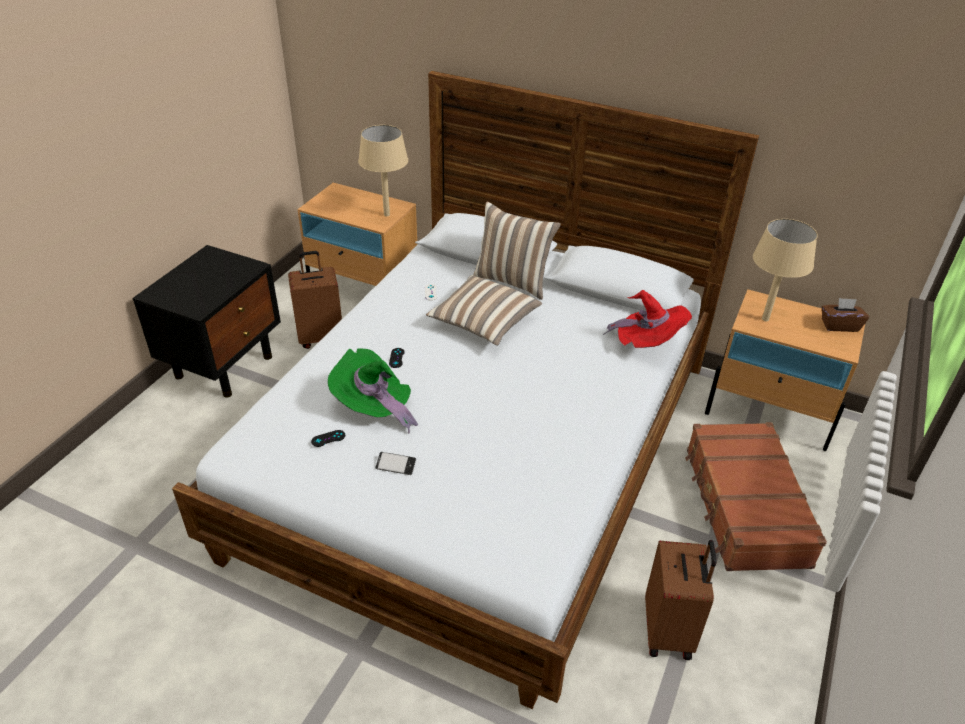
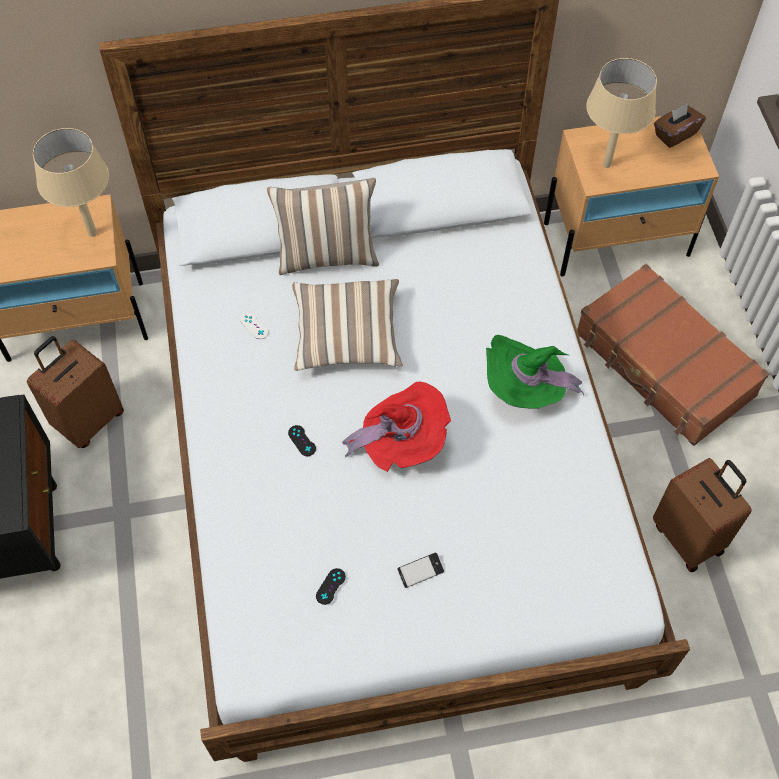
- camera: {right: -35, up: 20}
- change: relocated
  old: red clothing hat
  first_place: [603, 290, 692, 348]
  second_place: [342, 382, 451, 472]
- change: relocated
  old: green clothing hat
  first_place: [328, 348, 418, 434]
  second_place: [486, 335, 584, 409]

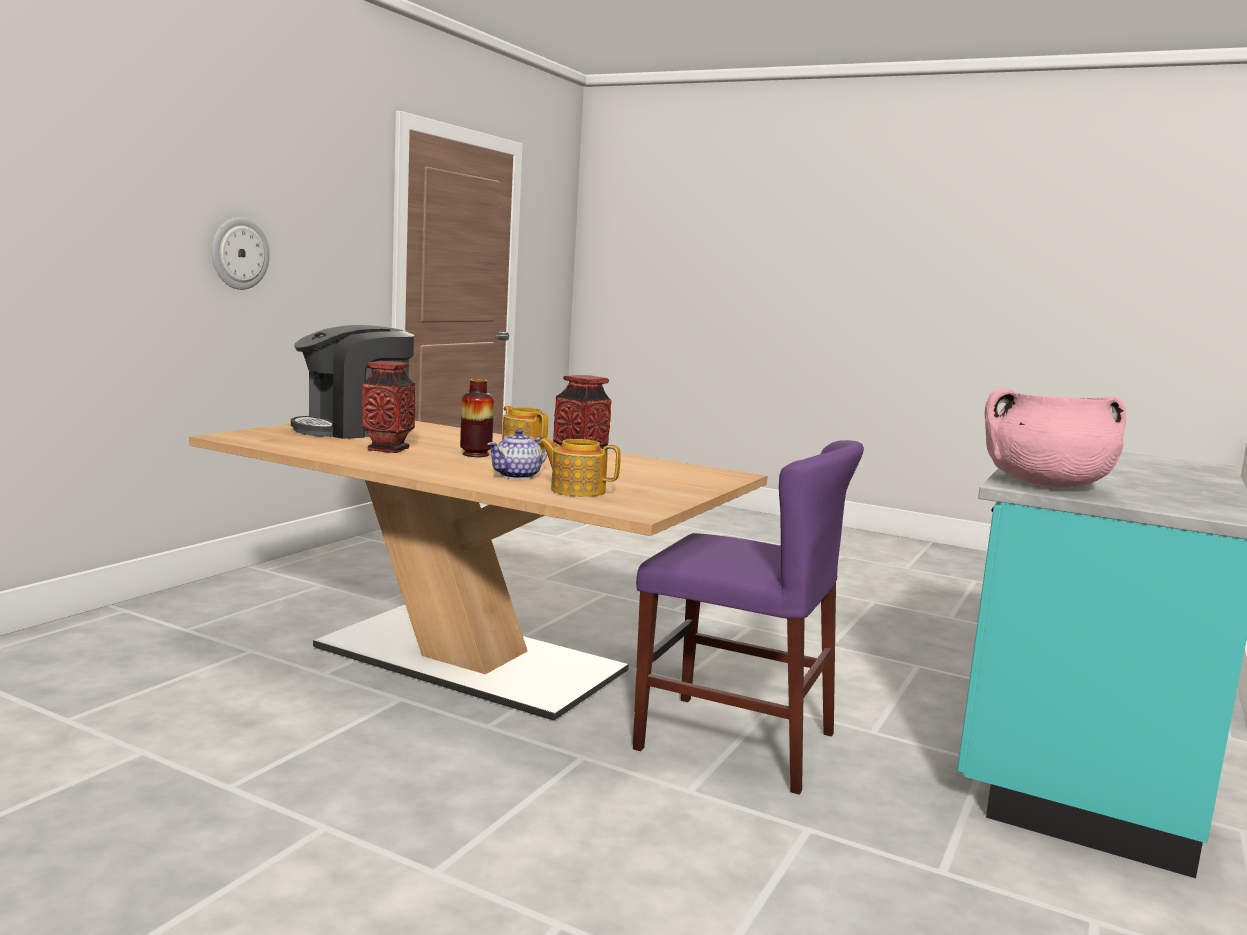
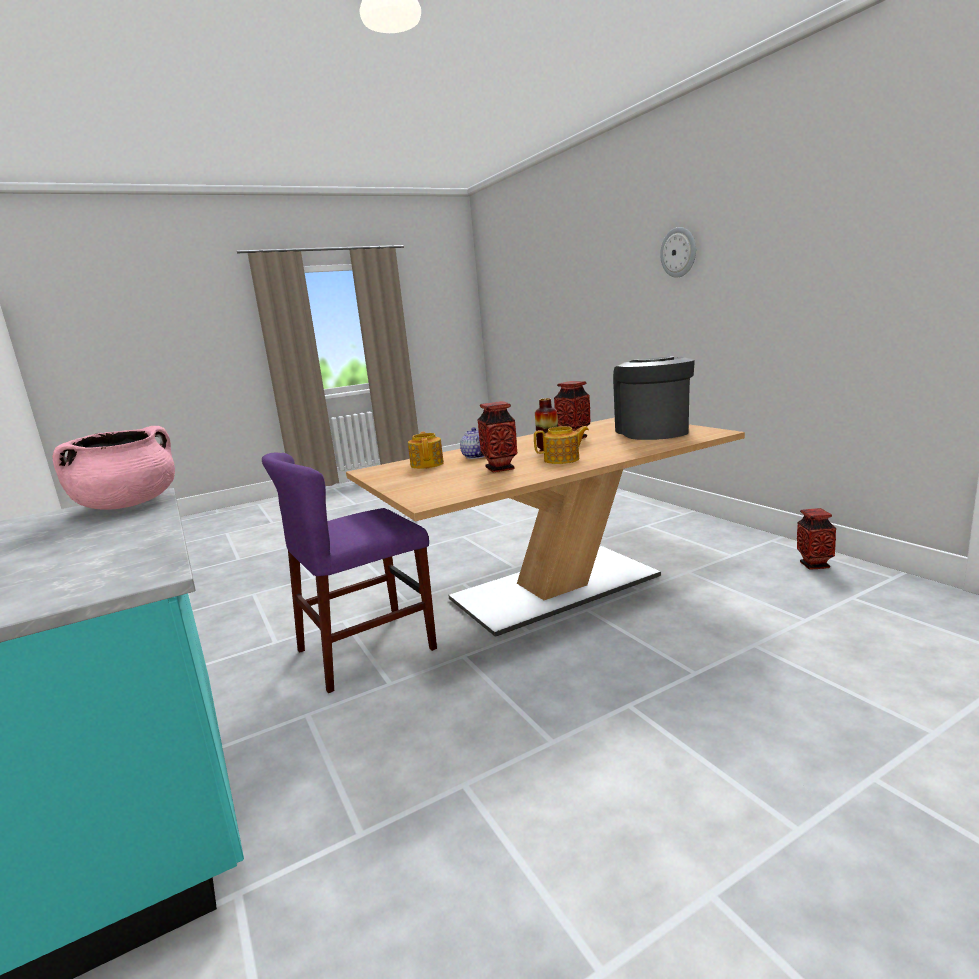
- camera: {right: 125, up: 5}
- change: spun
  old: tea pot
  first_place: [538, 438, 621, 497]
  second_place: [408, 431, 444, 469]
  degrees: -60
- change: relocated
  old: clock on the wall
  first_place: [212, 217, 270, 290]
  second_place: [660, 227, 696, 278]
- change: appeared
  new: vase
  second_place: [797, 508, 836, 570]

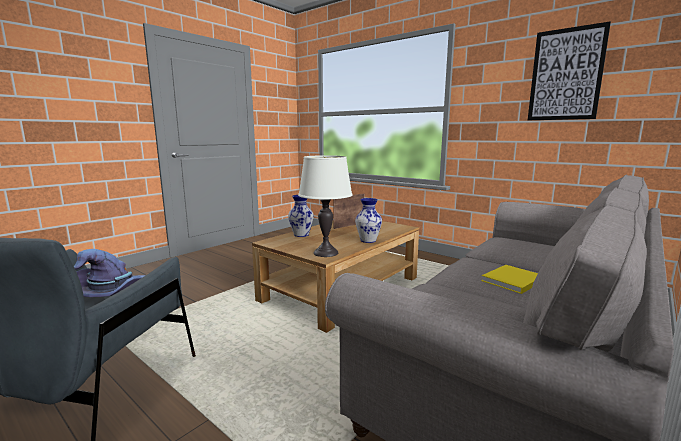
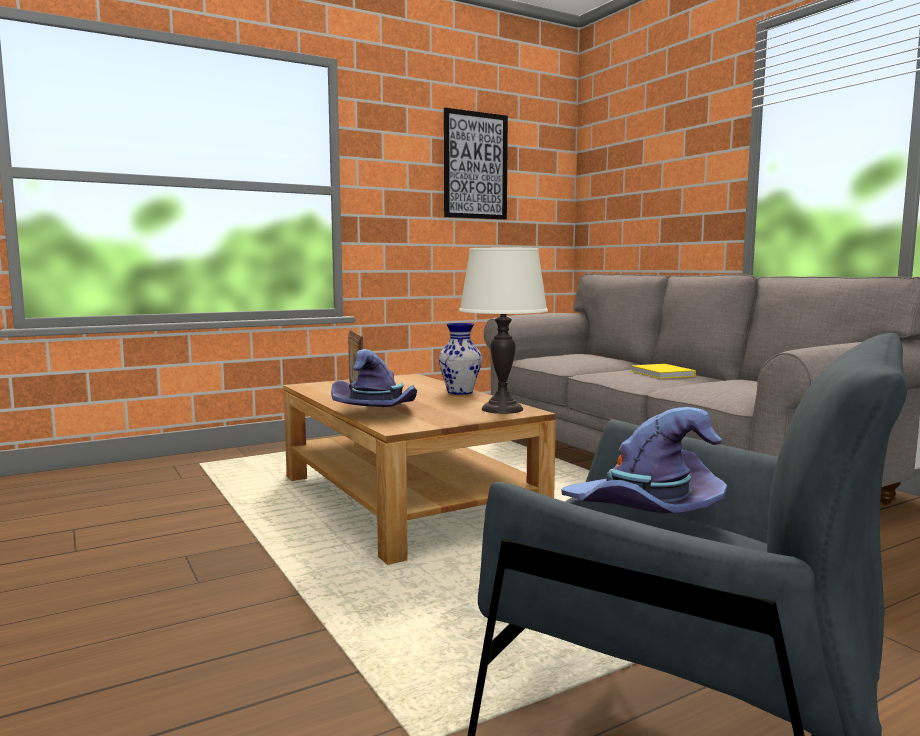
- camera: {right: -70, up: -5}
- change: exchanged
  old: vase
  new: purplish clothing hat
  first_place: [288, 195, 314, 237]
  second_place: [331, 349, 417, 407]

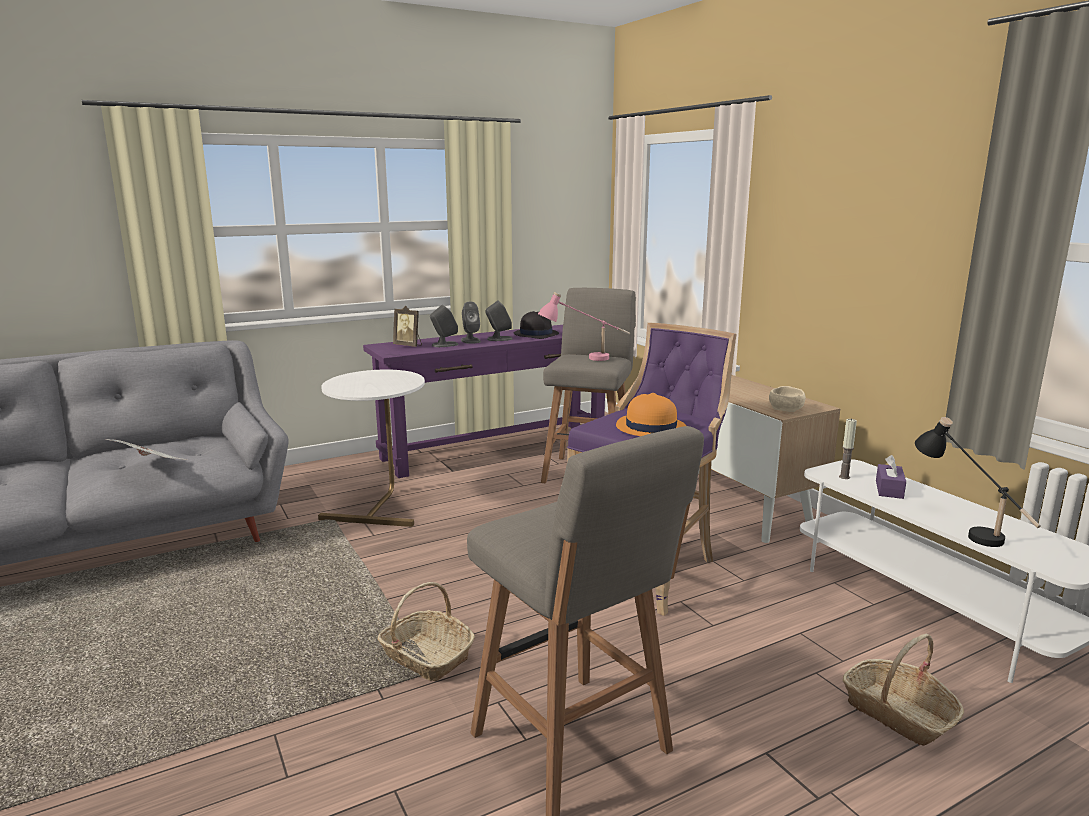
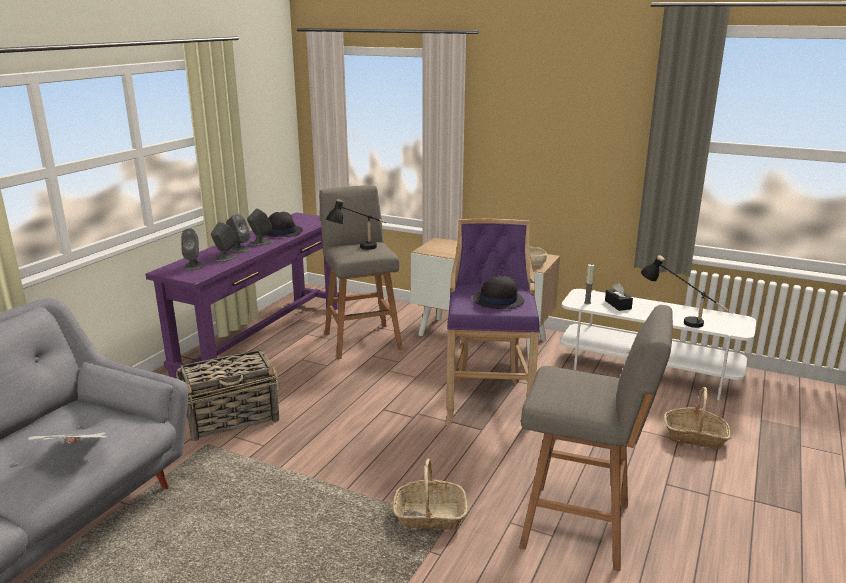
- camera: {right: -35, up: 5}
- change: exchanged
  old: white-coloured side table
  new: basket
  first_place: [318, 370, 425, 527]
  second_place: [176, 350, 280, 441]
- change: exchanged
  old: photo frame
  new: greyish loudspeaker
  first_place: [393, 306, 422, 347]
  second_place: [181, 228, 203, 271]
- change: colour
  old: pink-coloured table lamp
  new: black table lamp
  first_place: [538, 292, 630, 361]
  second_place: [326, 199, 387, 250]
- change: colour
  old: orange-coloured clothing hat
  new: black clothing hat
  first_place: [616, 393, 686, 436]
  second_place: [473, 275, 525, 309]
- change: colour
  old: purplish tissue box
  new: black tissue box
  first_place: [876, 455, 906, 499]
  second_place: [605, 283, 633, 311]

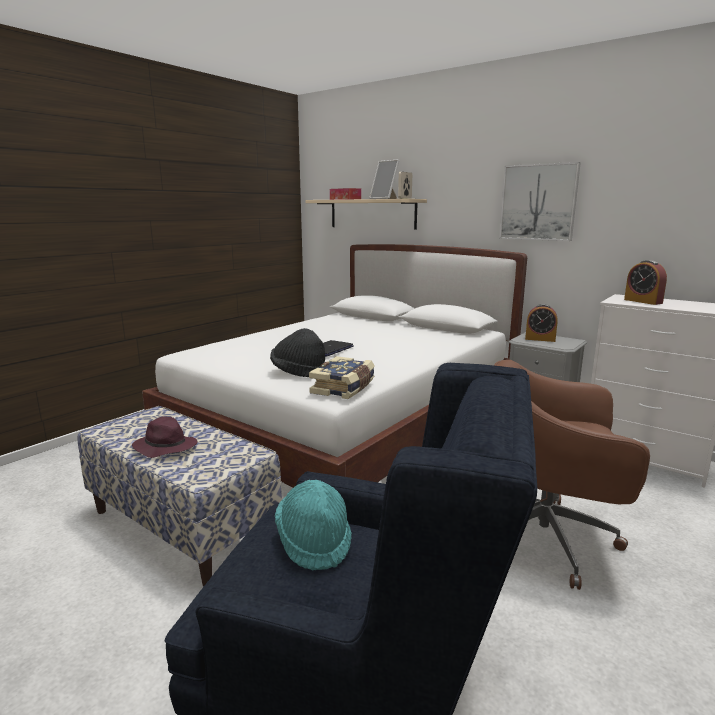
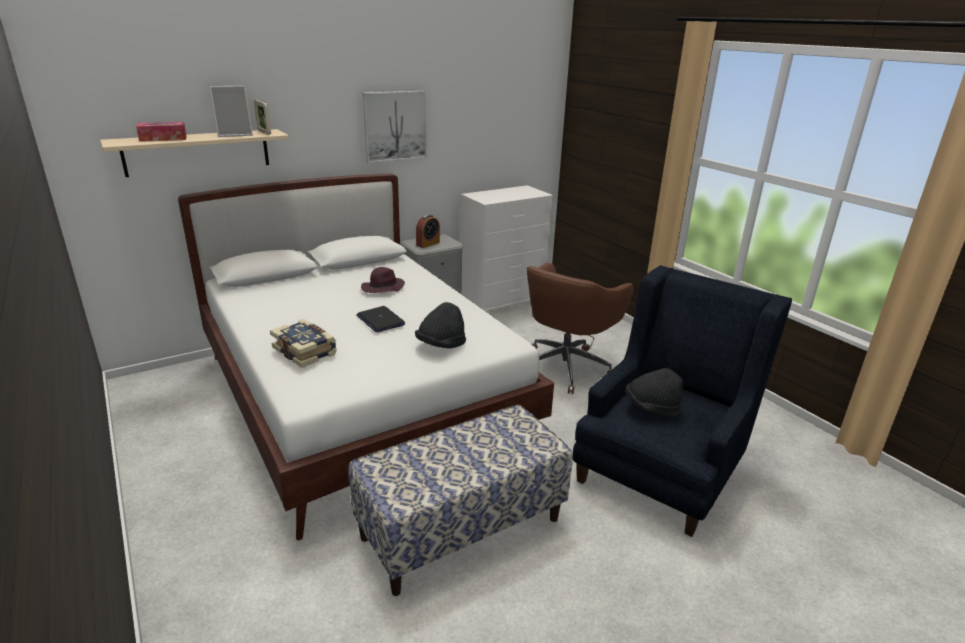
- camera: {right: -70, up: 10}
- change: relocated
  old: book
  first_place: [309, 356, 375, 399]
  second_place: [270, 319, 337, 368]
- change: relocated
  old: purplish clothing hat
  first_place: [132, 416, 197, 458]
  second_place: [361, 267, 405, 293]
- change: colour
  old: turquoise-coloured clothing hat
  new: black clothing hat
  first_place: [275, 480, 352, 570]
  second_place: [625, 368, 683, 417]
- change: missing
  old: bedside clock
  first_place: [624, 260, 667, 305]

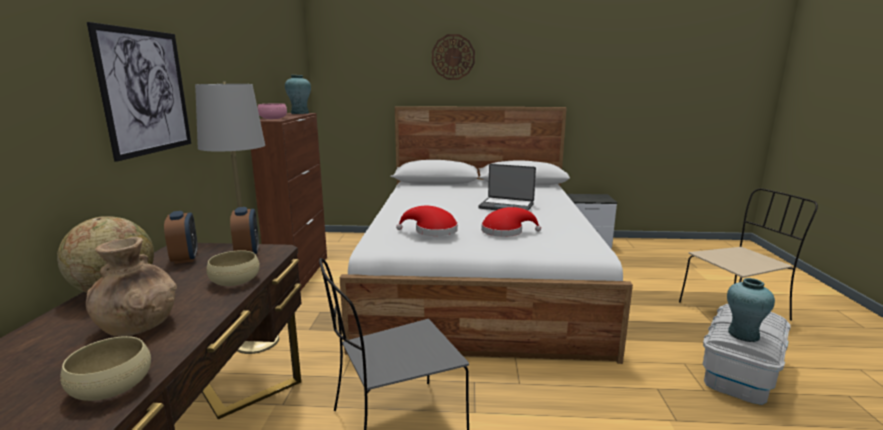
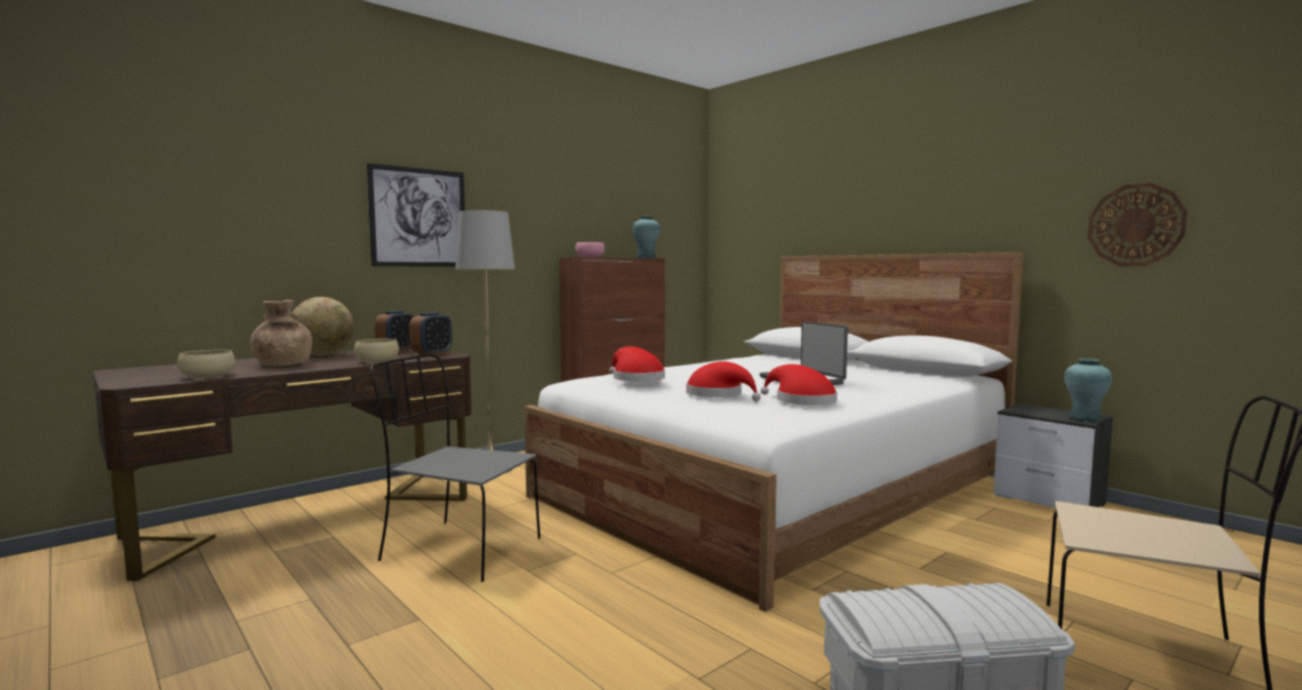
- camera: {right: 45, up: -10}
- change: appeared
  new: red clothing hat
  second_place: [760, 364, 837, 405]
- change: relocated
  old: turquoise-coloured vase
  first_place: [727, 278, 775, 342]
  second_place: [1064, 358, 1112, 422]
- change: relocated
  old: clock on the wall
  first_place: [432, 34, 475, 80]
  second_place: [1088, 183, 1187, 266]

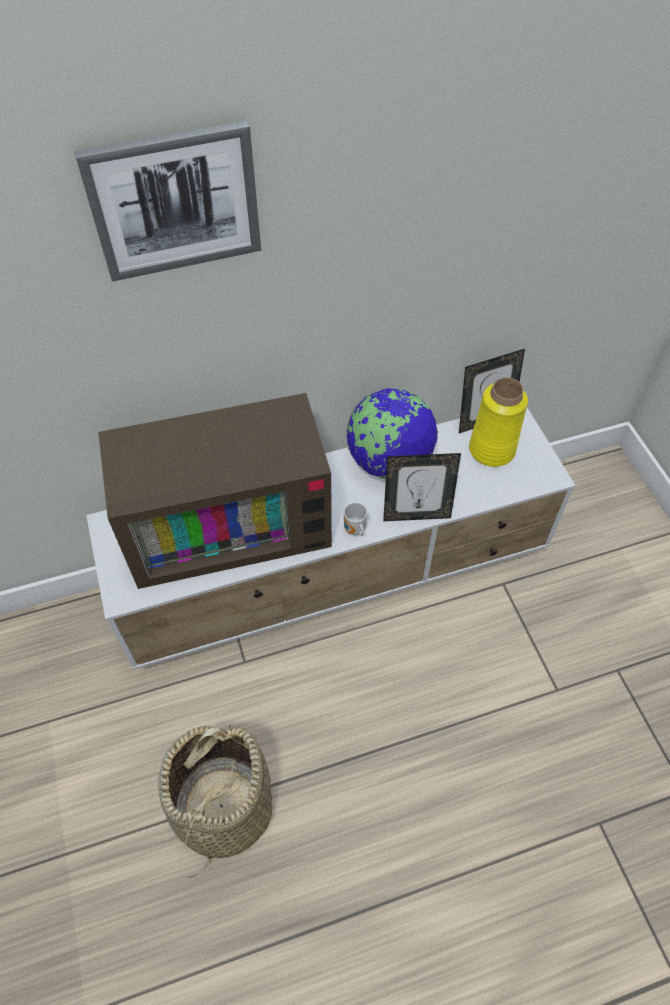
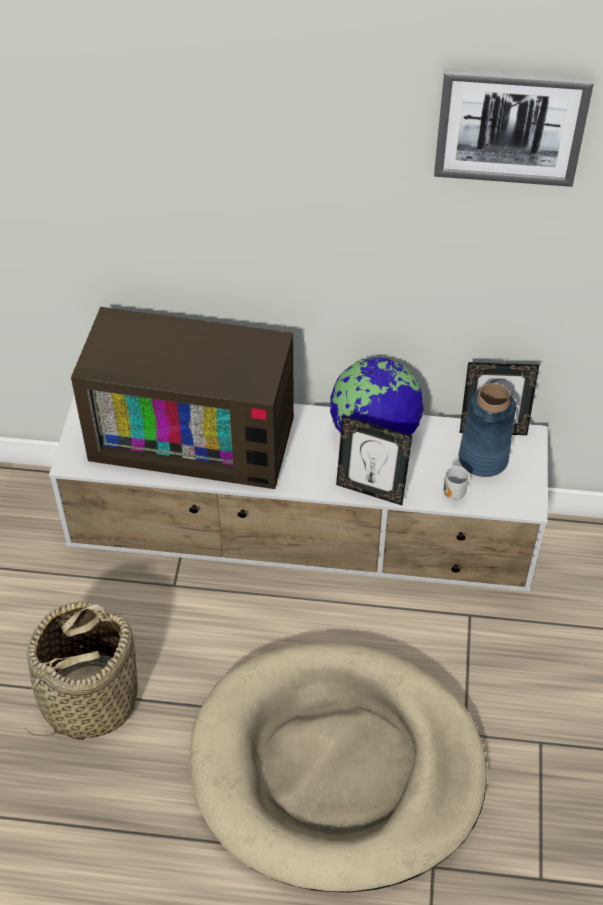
- camera: {right: 25, up: -5}
- change: appeared
  new: beige dog bed
  second_place: [189, 643, 487, 893]
- change: relocated
  old: wall picture
  first_place: [74, 120, 261, 282]
  second_place: [434, 68, 594, 187]
- change: relocated
  old: coffee mug
  first_place: [344, 502, 367, 536]
  second_place: [444, 466, 469, 501]
- change: colour
  old: yellow vase
  new: blue-coloured vase
  first_place: [469, 377, 528, 467]
  second_place: [459, 383, 516, 477]

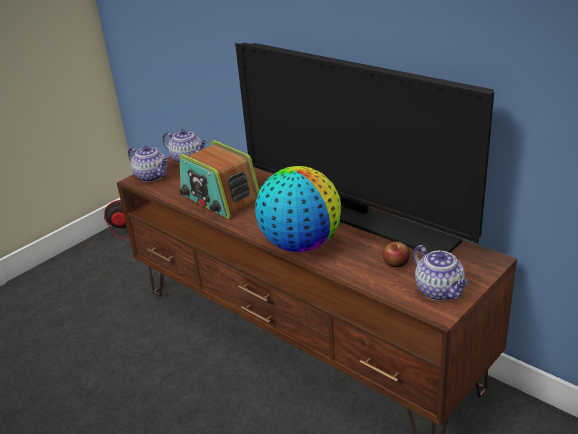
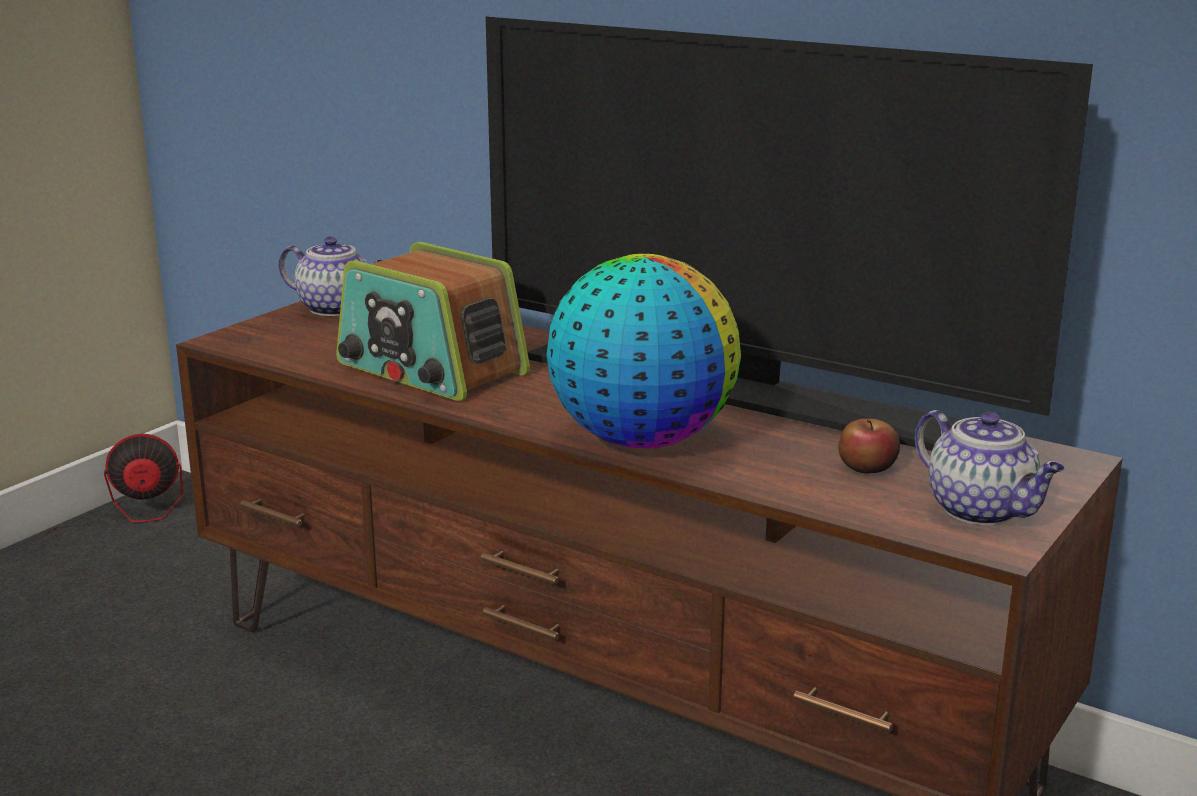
- camera: {right: -10, up: -10}
- change: missing
  old: tea pot
  first_place: [128, 146, 168, 182]

